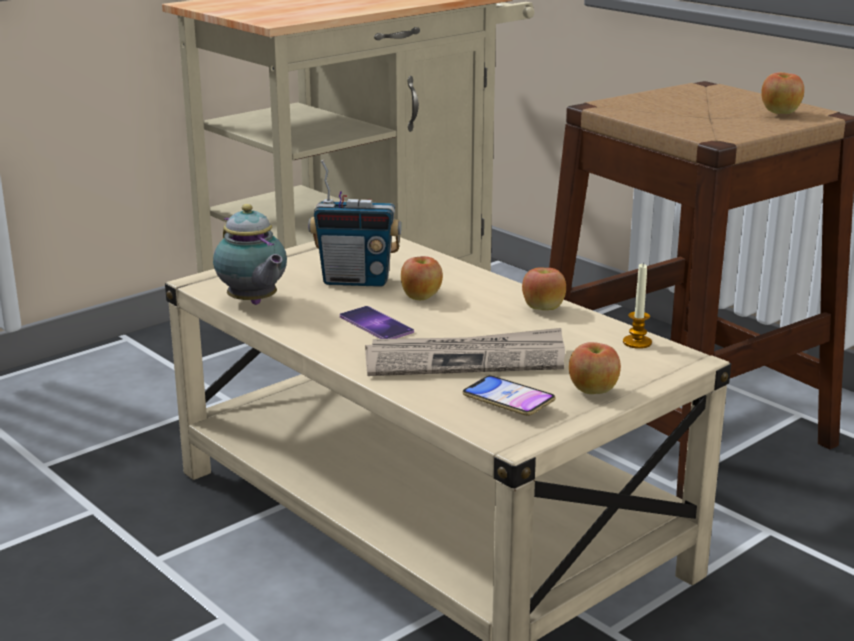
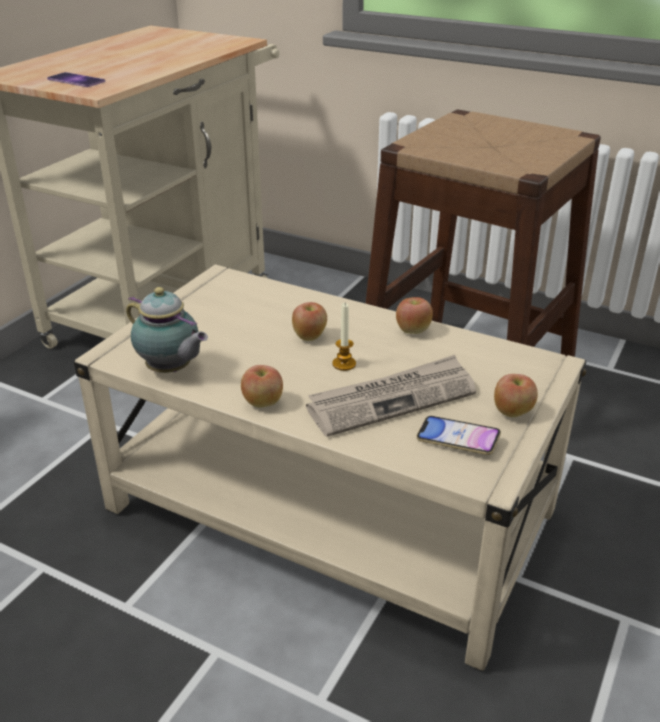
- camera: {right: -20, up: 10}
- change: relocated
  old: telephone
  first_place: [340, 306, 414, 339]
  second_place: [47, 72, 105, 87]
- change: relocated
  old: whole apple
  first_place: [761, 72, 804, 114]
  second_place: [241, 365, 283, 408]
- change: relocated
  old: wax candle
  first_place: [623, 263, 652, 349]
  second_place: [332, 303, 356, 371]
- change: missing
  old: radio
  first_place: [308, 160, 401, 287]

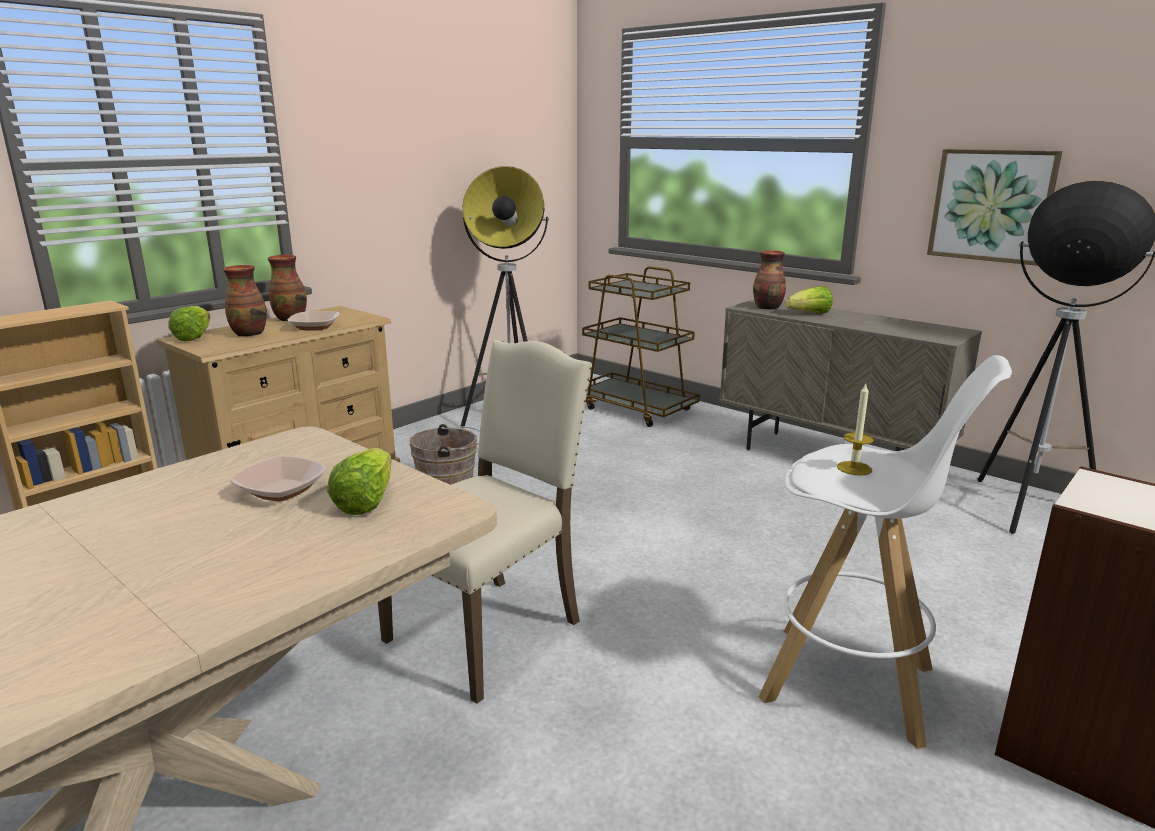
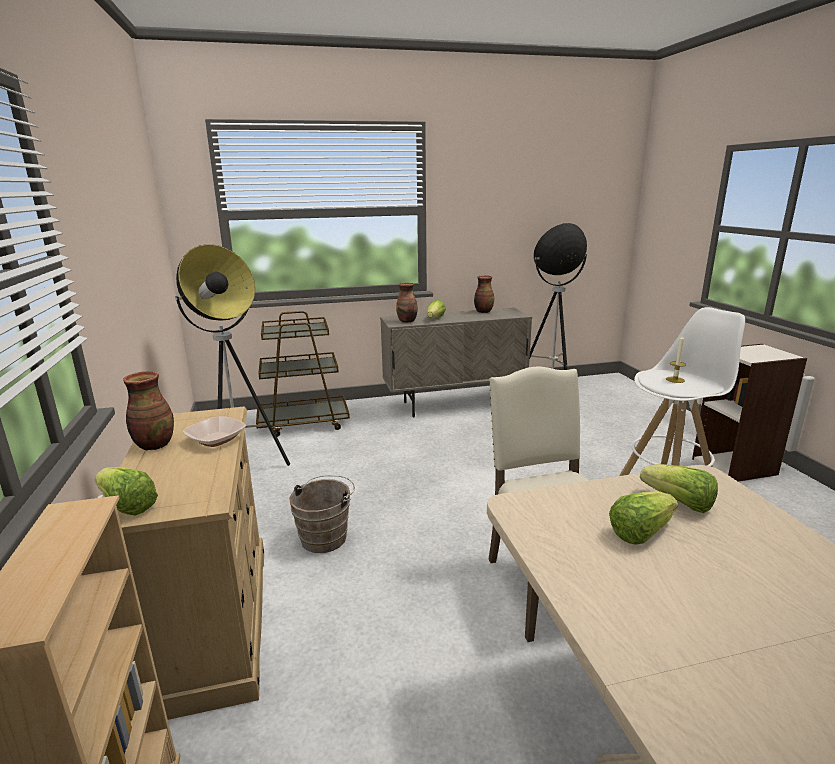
- camera: {right: -55, up: 0}
- change: relocated
  old: vase
  first_place: [223, 265, 267, 337]
  second_place: [474, 275, 494, 313]
- change: exchanged
  old: bowl
  new: lettuce head
  first_place: [230, 456, 328, 501]
  second_place: [609, 491, 678, 545]
- change: missing
  old: wall picture
  first_place: [927, 149, 1062, 266]

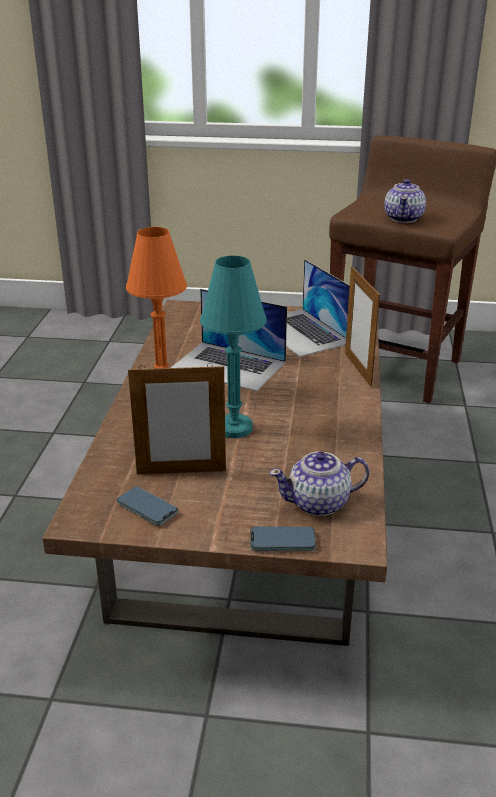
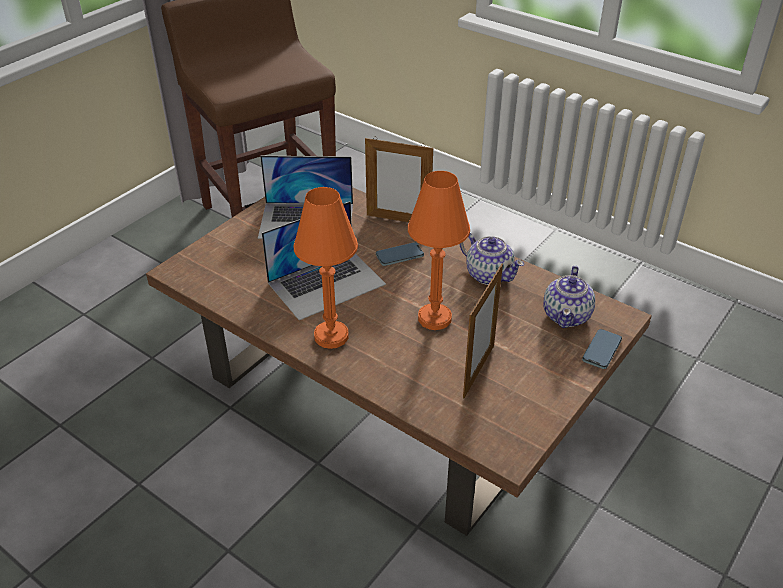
- camera: {right: -60, up: 10}
- change: relocated
  old: telephone
  first_place: [117, 487, 178, 526]
  second_place: [376, 242, 424, 266]
- change: colour
  old: turquoise-coloured table lamp
  new: orange-coloured table lamp
  first_place: [200, 256, 266, 438]
  second_place: [408, 171, 470, 330]
- change: relocated
  old: tea pot
  first_place: [384, 179, 426, 223]
  second_place: [459, 233, 524, 285]

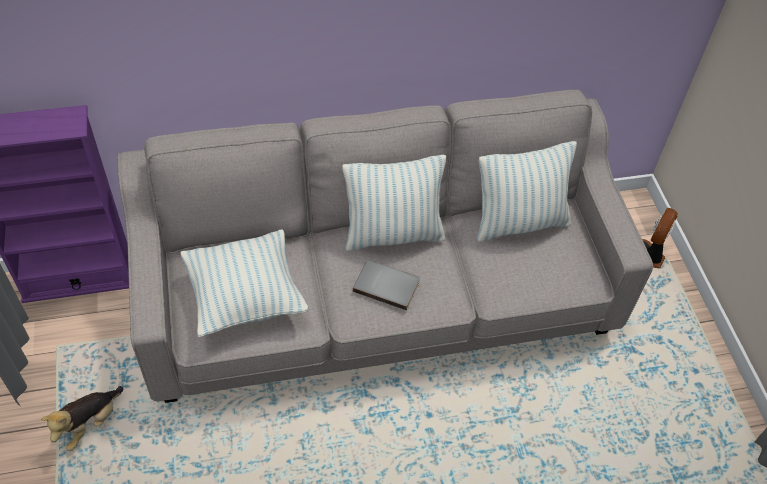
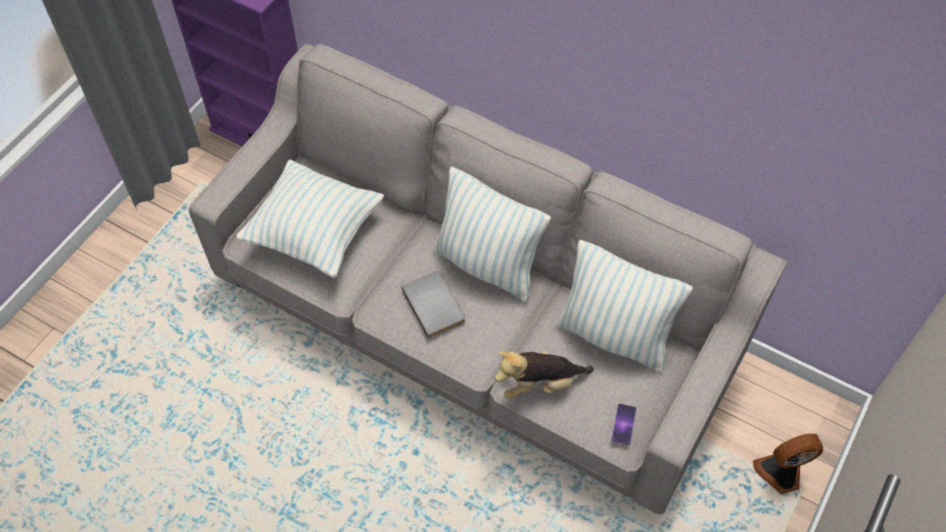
- camera: {right: 45, up: 5}
- change: relocated
  old: plush toy
  first_place: [41, 386, 123, 451]
  second_place: [495, 350, 594, 399]
- change: appeared
  new: telephone
  second_place: [612, 403, 637, 445]

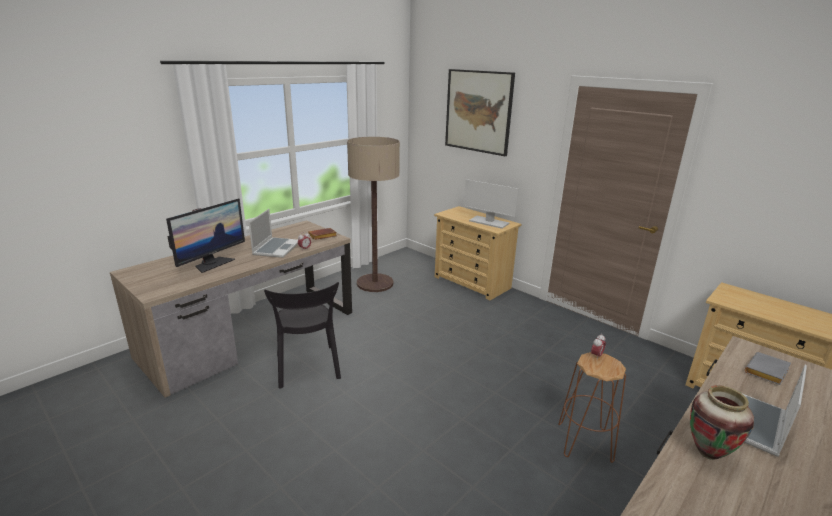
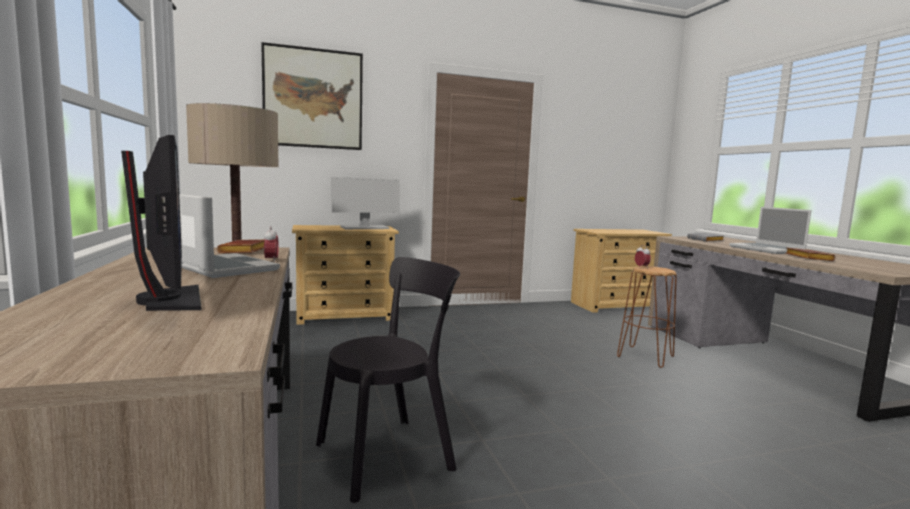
- camera: {right: -60, up: -15}
- change: spun
  old: black upright chair
  first_place: [264, 282, 341, 389]
  second_place: [316, 257, 460, 503]
  degrees: -45
- change: exchanged
  old: vase
  new: brown book
  first_place: [690, 385, 754, 460]
  second_place: [785, 248, 836, 261]

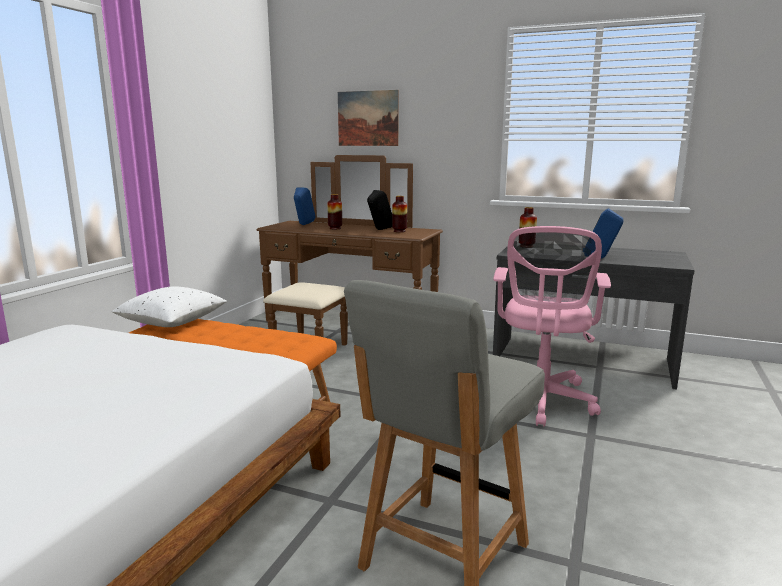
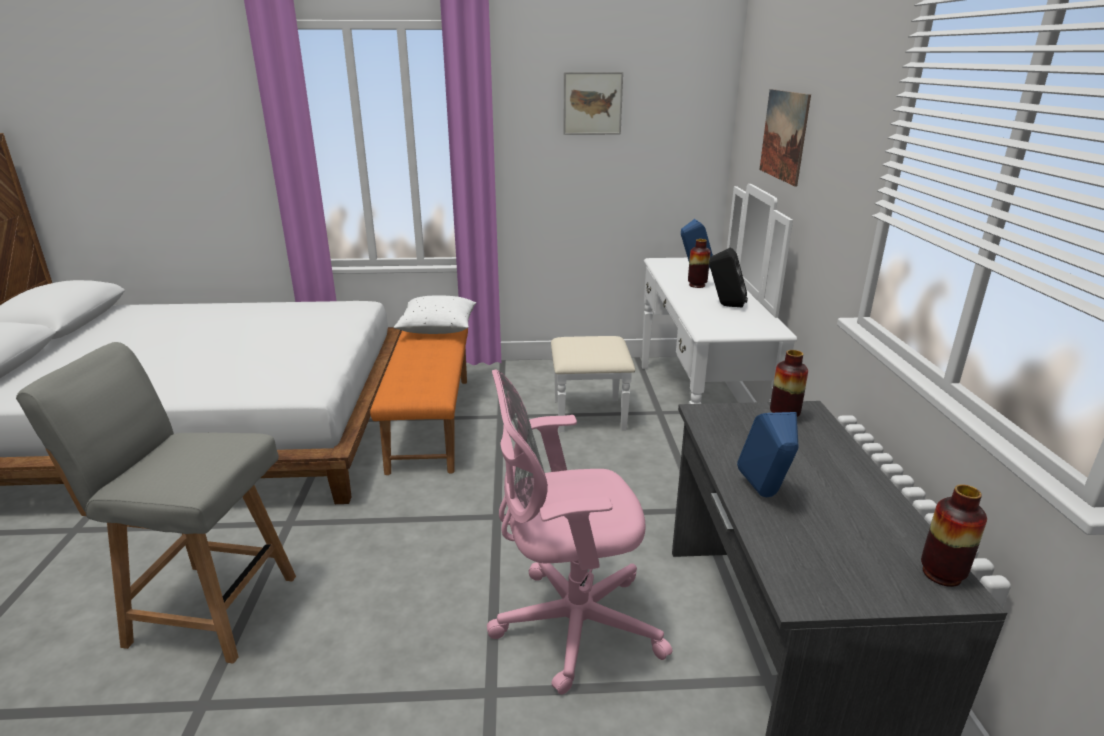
- camera: {right: 65, up: 10}
- change: colour
  old: brown dresser
  new: white-coloured dresser
  first_place: [257, 155, 443, 346]
  second_place: [551, 184, 797, 432]
- change: appeared
  new: wall picture
  second_place: [563, 72, 623, 135]
- change: relocated
  old: vase
  first_place: [392, 196, 407, 232]
  second_place: [921, 484, 987, 587]

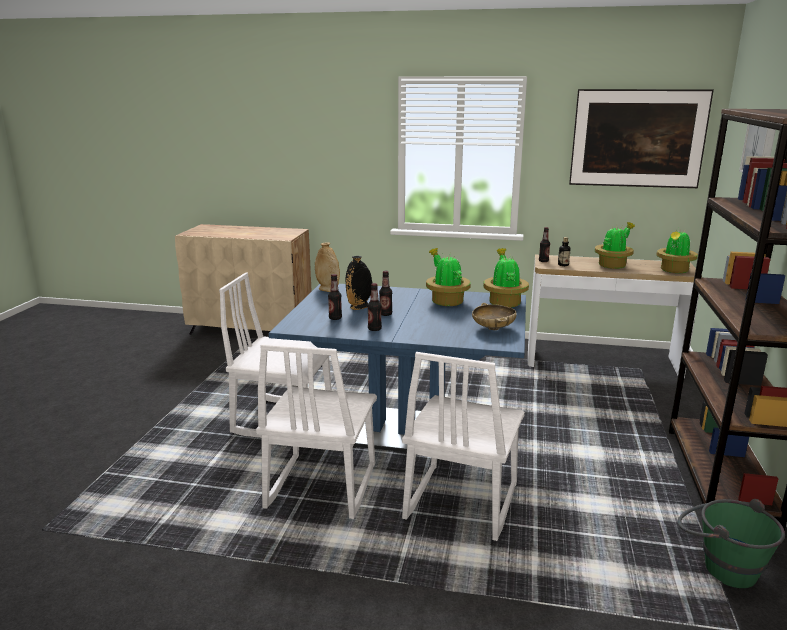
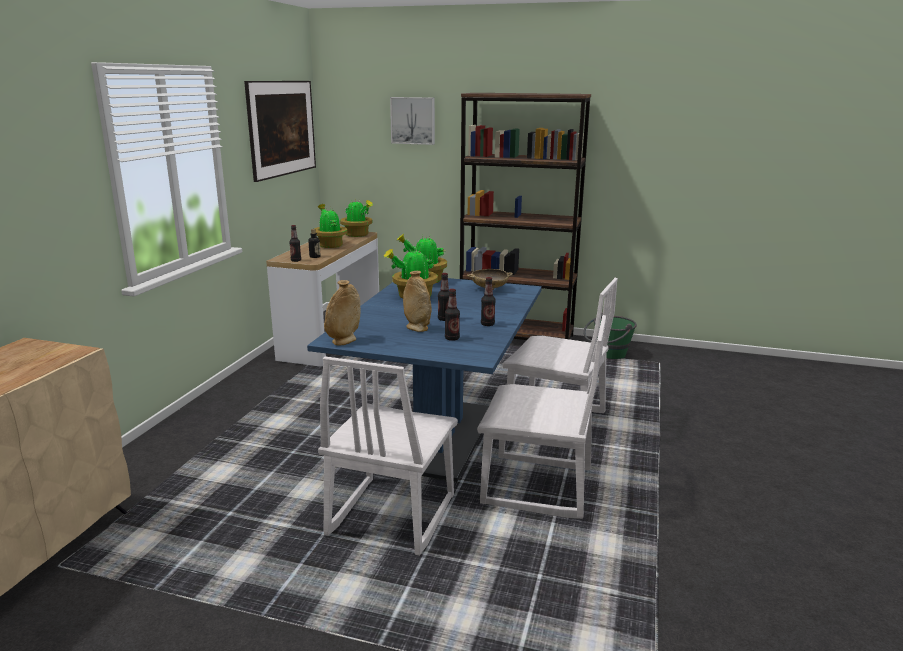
- camera: {right: -85, up: 0}
- change: colour
  old: black vase
  new: beige vase
  first_place: [346, 256, 372, 310]
  second_place: [403, 271, 432, 332]

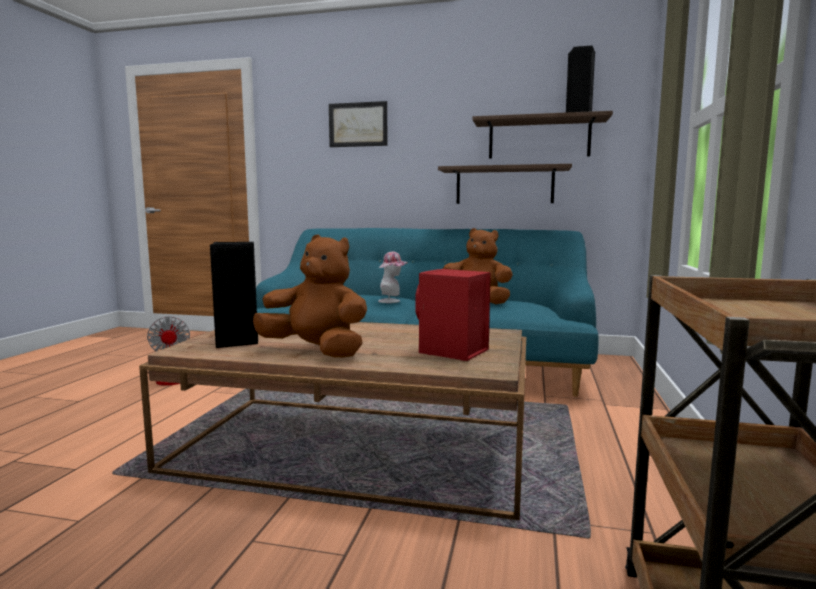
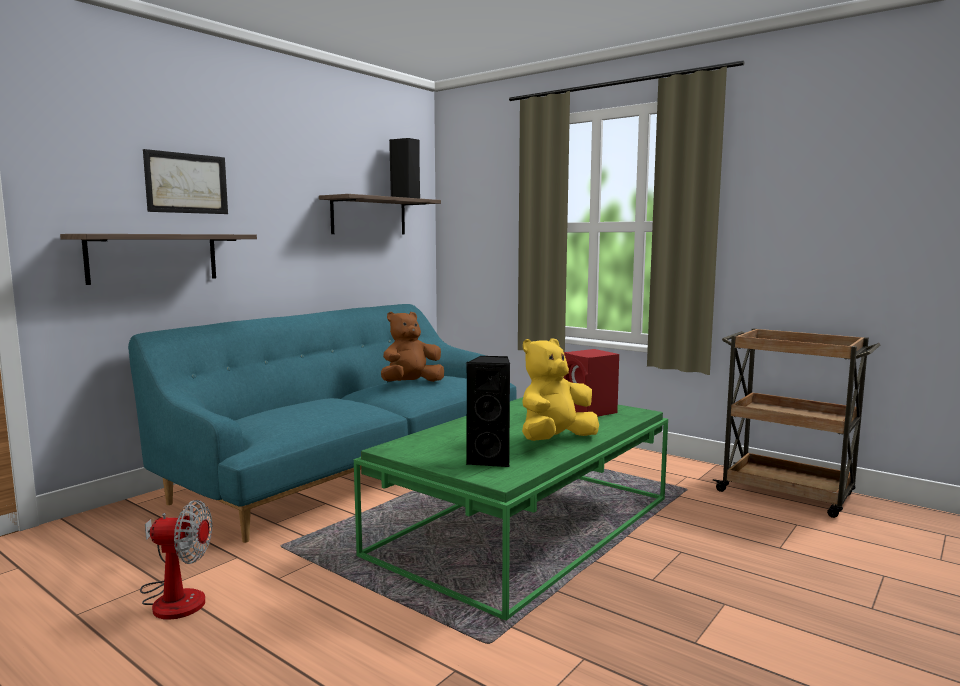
- camera: {right: -65, up: 0}
- change: relocated
  old: bracket shelf
  first_place: [438, 164, 572, 204]
  second_place: [60, 234, 257, 285]
- change: colour
  old: brown low table
  new: green low table
  first_place: [139, 322, 526, 520]
  second_place: [354, 397, 668, 621]
- change: colour
  old: brown plush toy
  new: yellow plush toy
  first_place: [253, 234, 367, 358]
  second_place: [522, 338, 599, 441]
- change: missing
  old: clothing hat
  first_place: [378, 252, 408, 303]

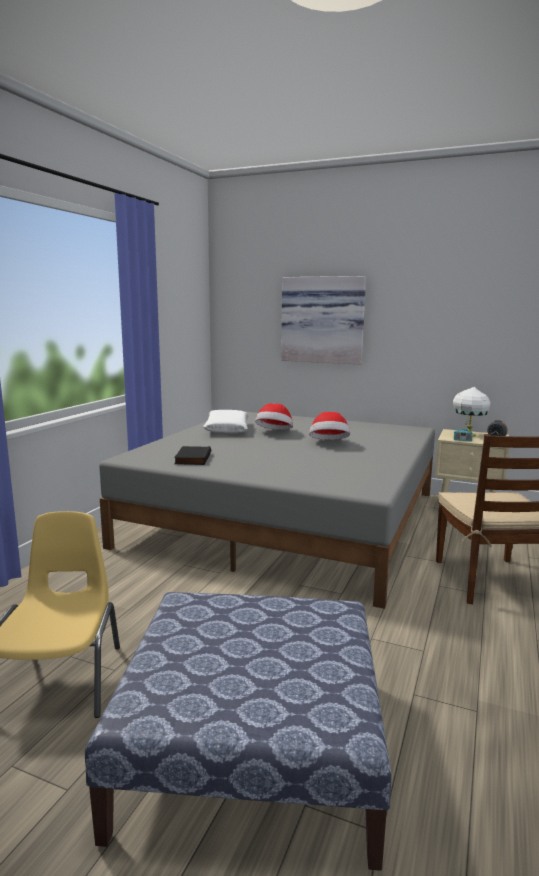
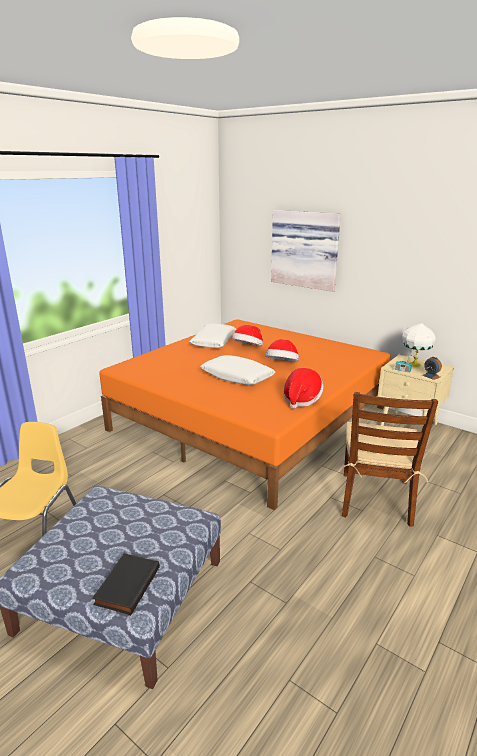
- camera: {right: 15, up: 10}
- change: relocated
  old: black book
  first_place: [174, 446, 211, 465]
  second_place: [93, 553, 160, 615]
- change: colour
  old: greyish bed
  new: orange-coloured bed
  first_place: [99, 412, 435, 609]
  second_place: [99, 319, 391, 511]
- change: appeared
  new: white-coloured cushion
  second_place: [200, 355, 275, 385]
- change: appeared
  new: clothing hat
  second_place: [283, 368, 323, 409]

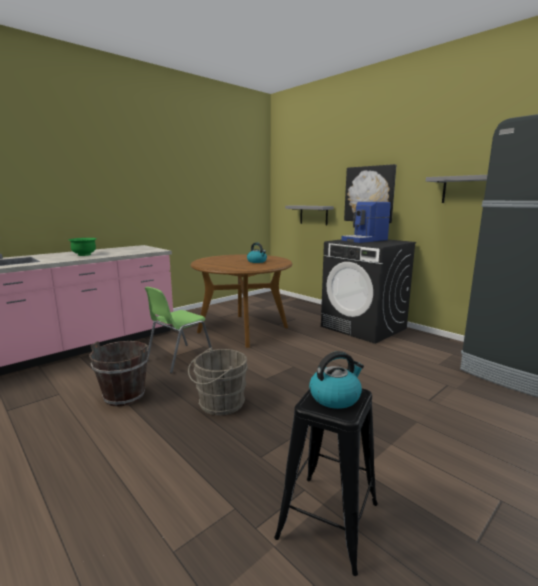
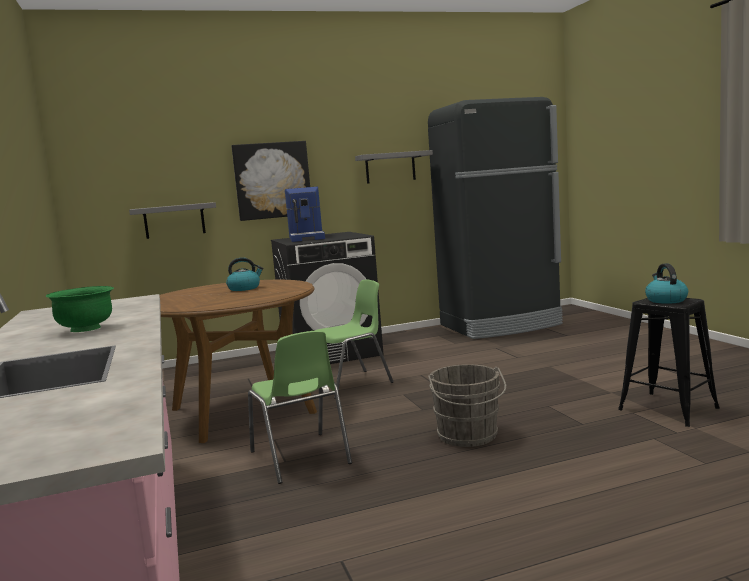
- camera: {right: -65, up: -5}
- change: appeared
  new: green upright chair
  second_place: [314, 280, 394, 399]
- change: missing
  old: brown water bucket
  first_place: [89, 341, 149, 407]

